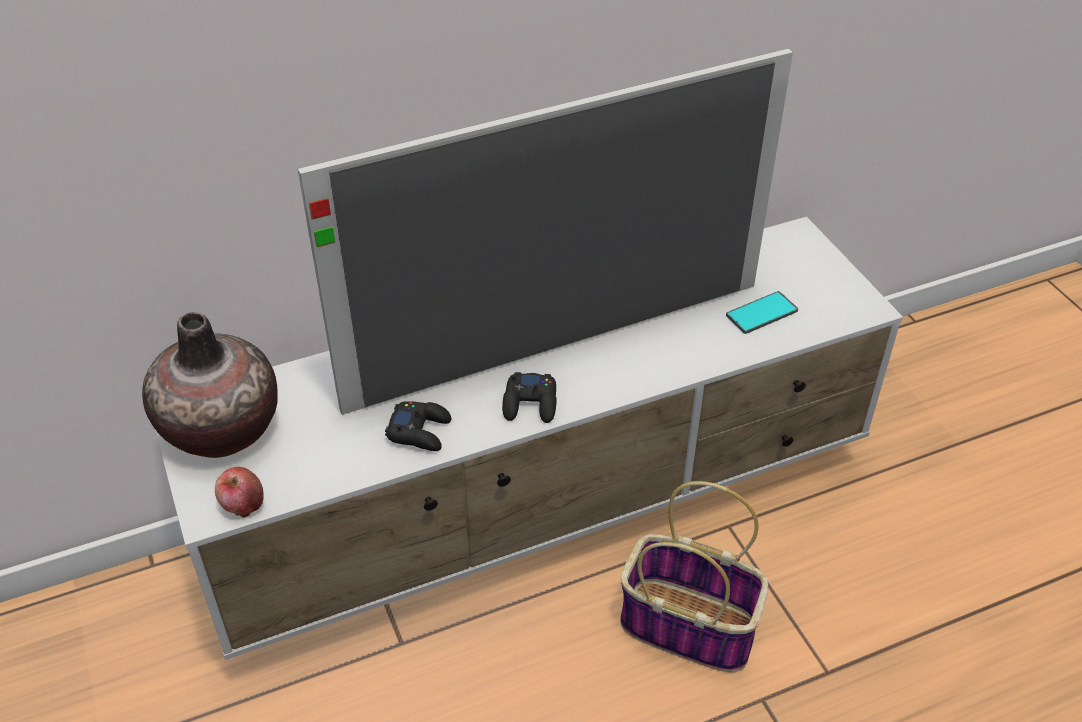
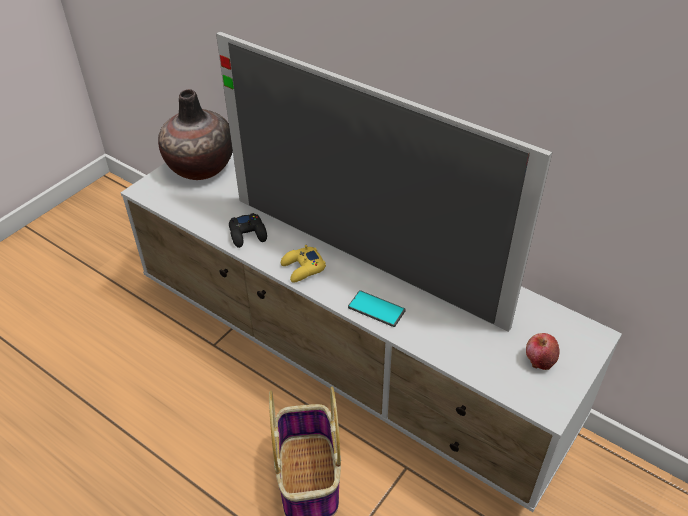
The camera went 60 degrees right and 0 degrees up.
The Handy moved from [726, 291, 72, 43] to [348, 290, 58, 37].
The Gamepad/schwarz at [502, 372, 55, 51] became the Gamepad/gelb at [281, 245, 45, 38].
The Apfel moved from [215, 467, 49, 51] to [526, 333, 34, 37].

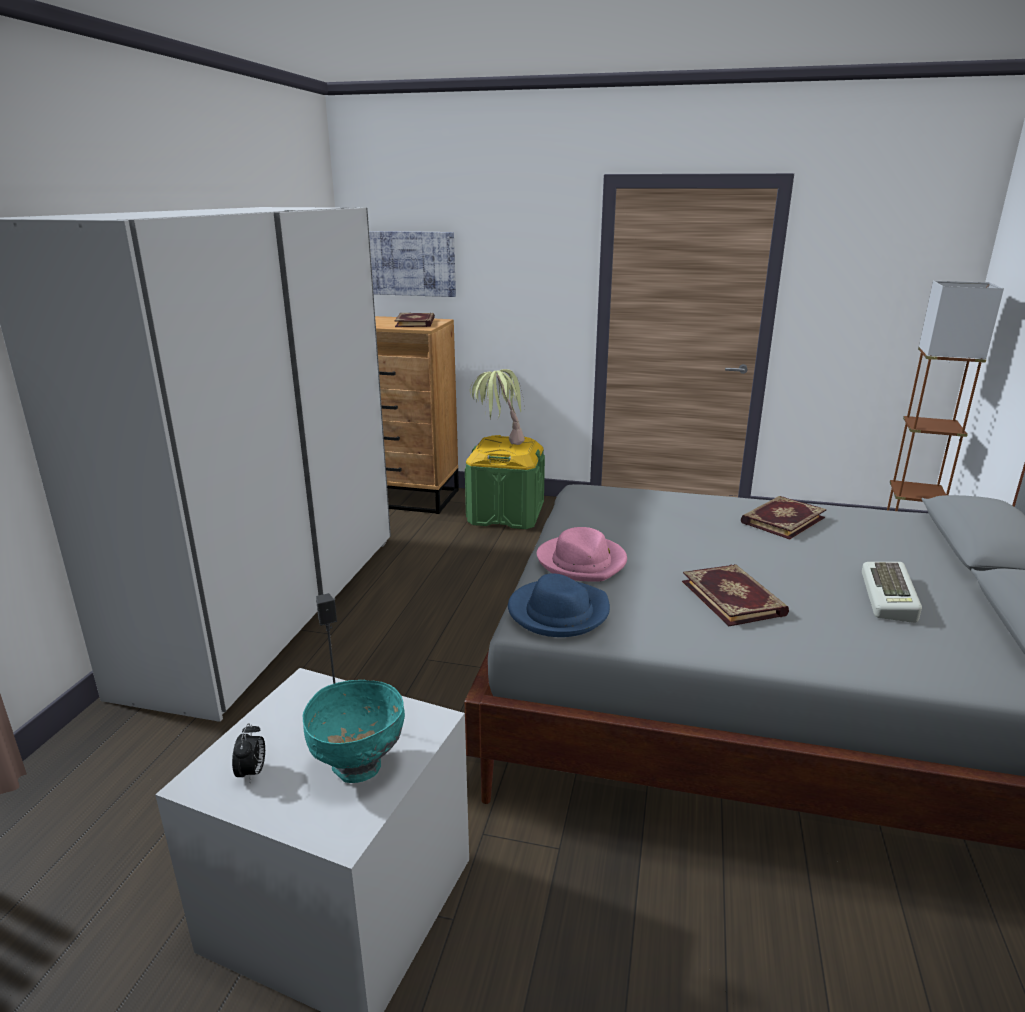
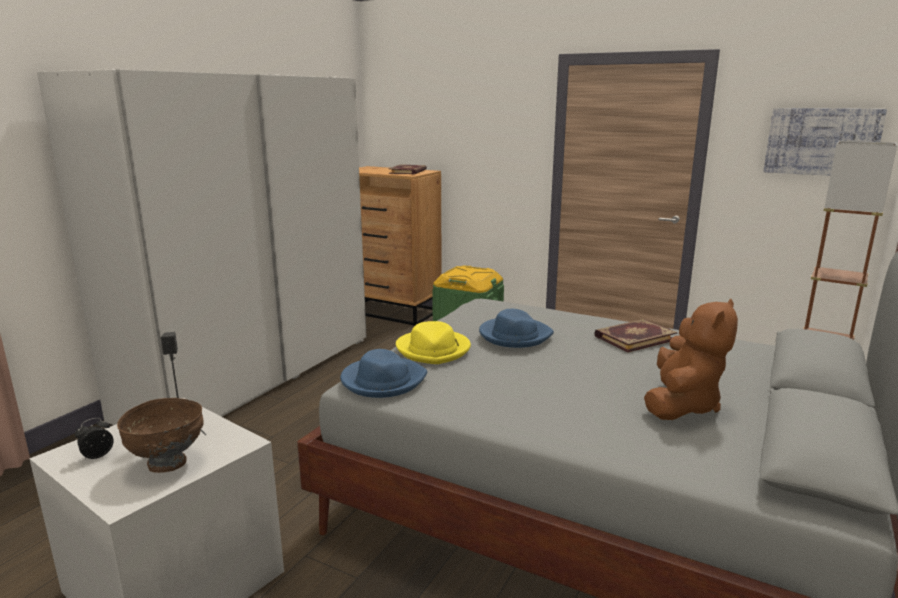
The camera went 15 degrees right and 5 degrees down.
The Bild moved from [369, 231, 87, 66] to [763, 108, 124, 68].
The Topfpflanze at [470, 369, 55, 76] disappeared.
The Hut/rosa at [537, 527, 90, 55] became the Hut/gelb at [396, 321, 75, 43].
The Tastatur at [862, 562, 60, 61] was replaced by the Plüschtier/braun at [644, 299, 94, 121].
The Buch at [682, 564, 107, 62] disappeared.
The Schüssel/türkis at [303, 680, 102, 103] became the Schüssel/braun at [117, 398, 87, 75].
The Wecker at [232, 723, 33, 60] turned 150 degrees counterclockwise.
The Hut/blau at [479, 309, 75, 39] appeared.

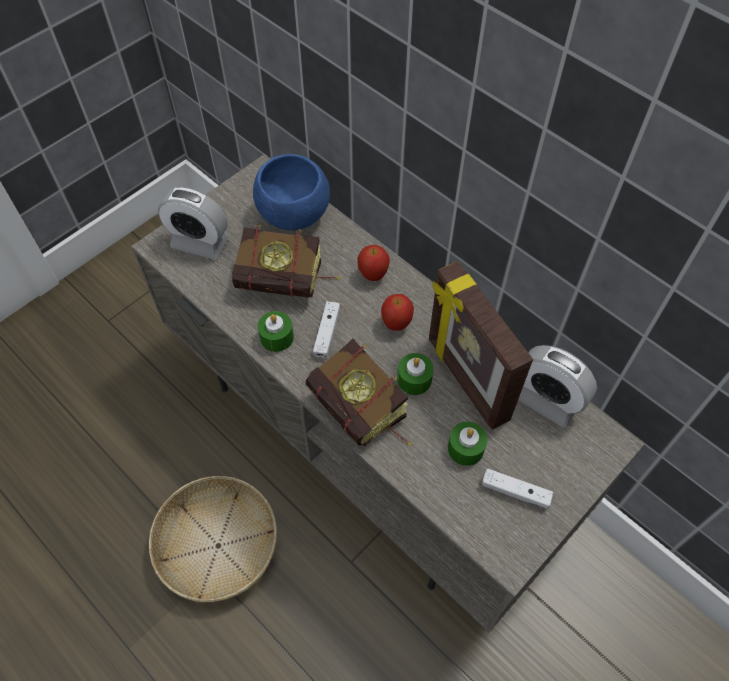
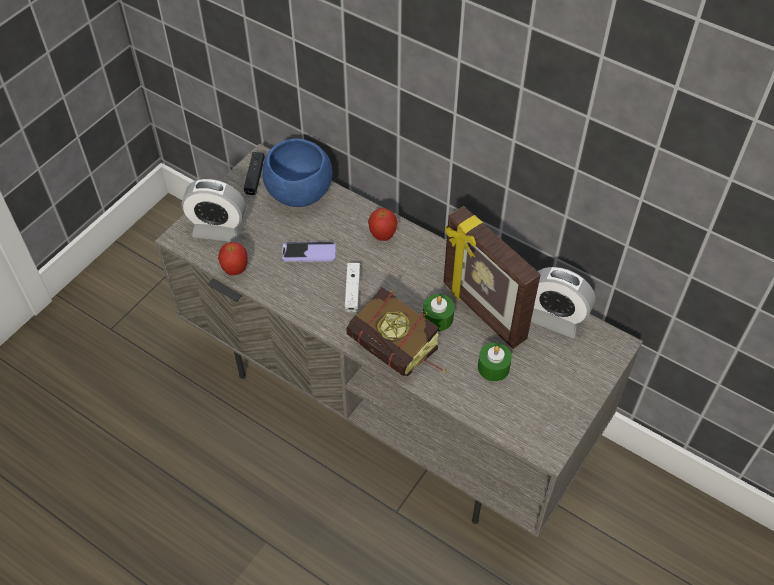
The camera went 10 degrees left and 5 degrees down.
The Buch at [232, 224, 108, 74] was replaced by the Handy at [282, 241, 54, 21].
The Apfel moved from [381, 294, 33, 37] to [218, 242, 30, 33].
The Kerze/grün at [258, 311, 36, 41] disappeared.
The Gamepad/weiß at [482, 468, 71, 41] disappeared.
The Korb at [149, 476, 128, 127] disappeared.
The Gamepad/schwarz at [244, 152, 21, 43] appeared.

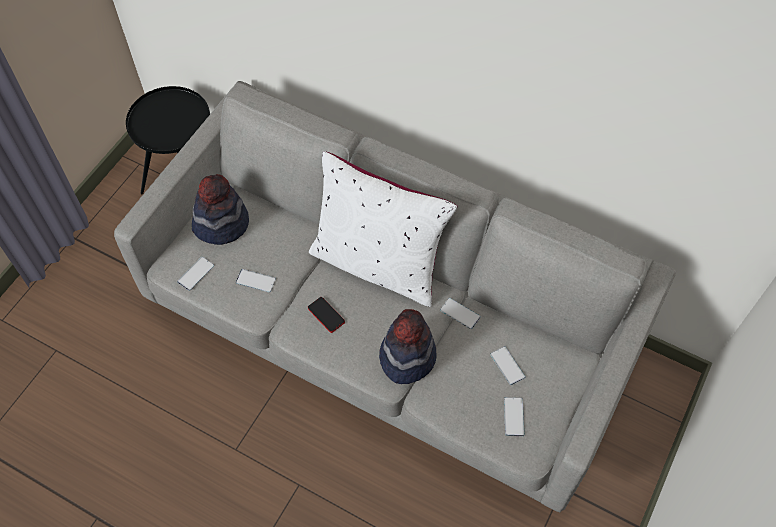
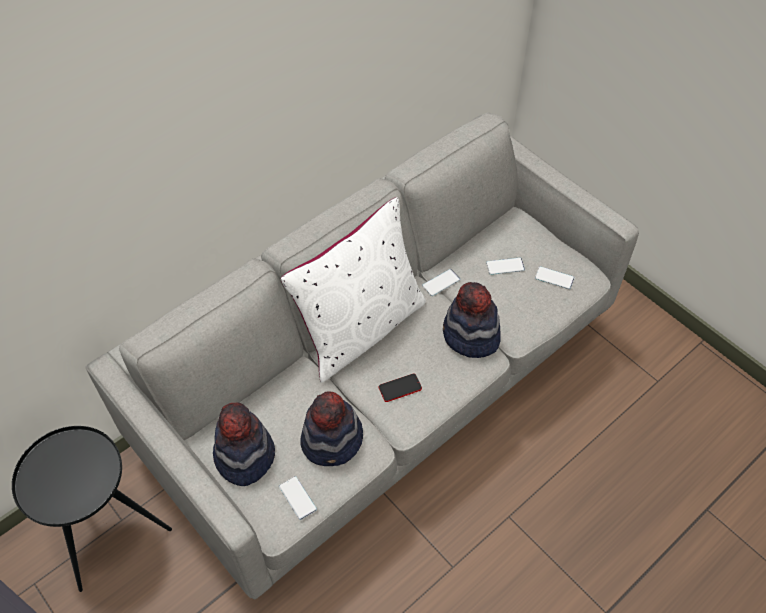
The camera went 70 degrees left and 5 degrees down.
The Handy at [236, 269, 40, 23] was replaced by the Hut at [300, 391, 63, 75].

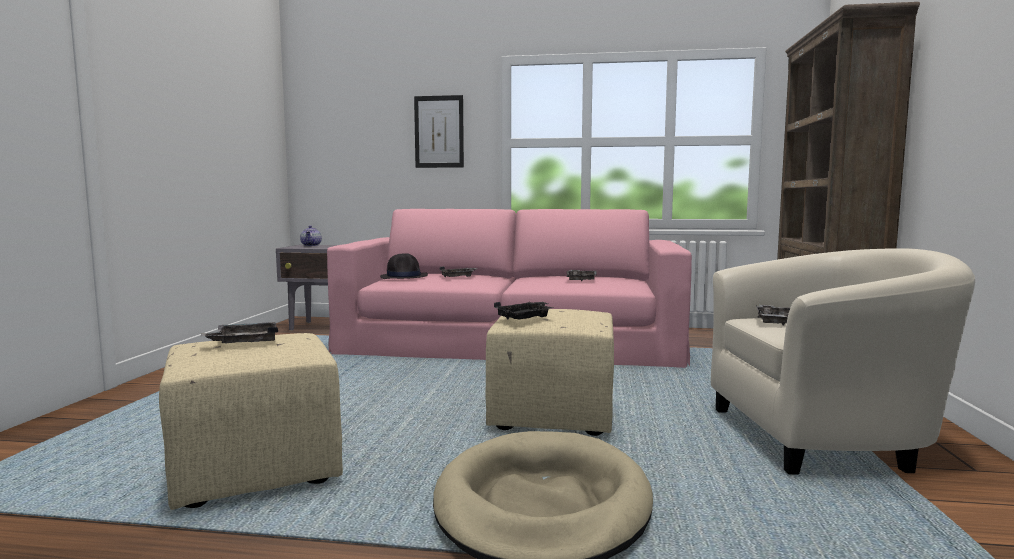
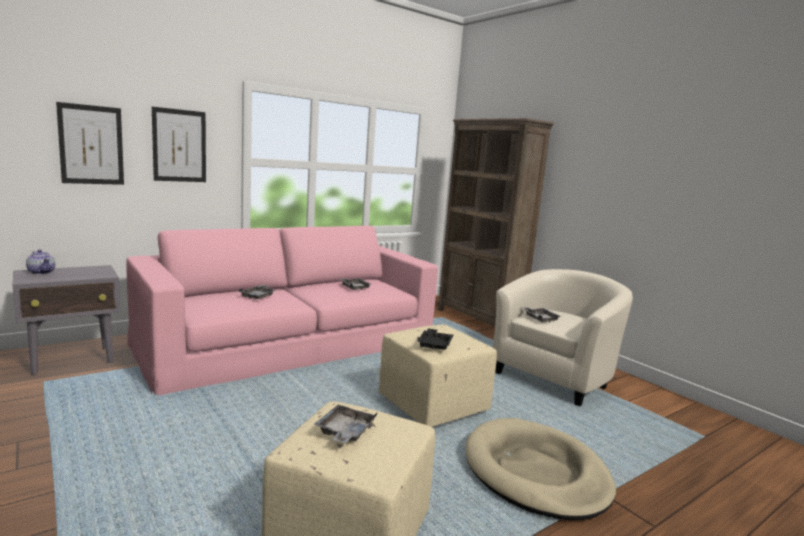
The camera went 45 degrees left and 5 degrees up.
The Hut/schwarz at [380, 253, 48, 26] disappeared.
The Bild at [56, 102, 68, 83] appeared.

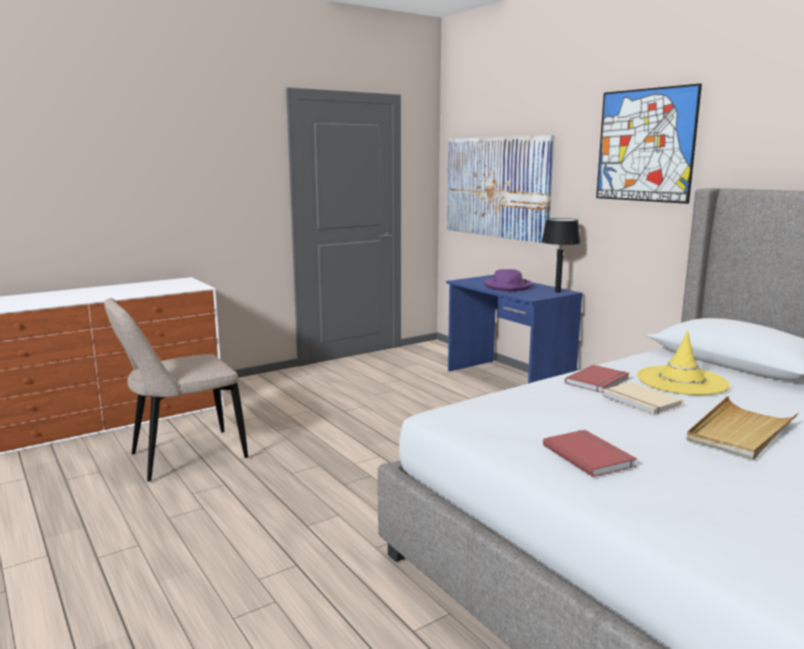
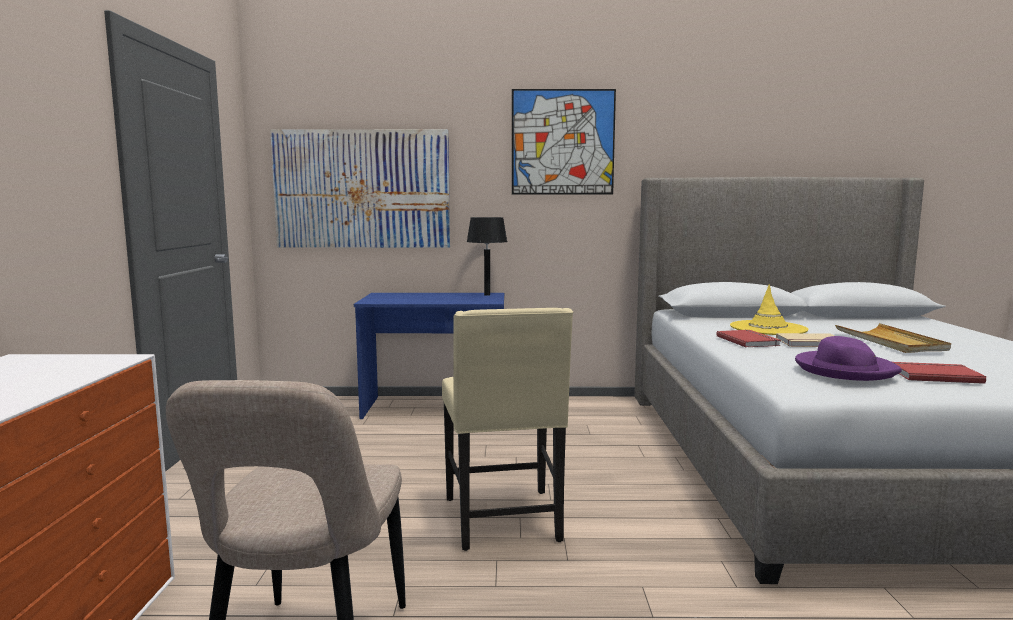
The camera went 55 degrees left and 5 degrees down.
The Hut/lila moved from [484, 269, 49, 22] to [795, 336, 107, 45].
The Stuhl/beige at [442, 308, 131, 243] appeared.

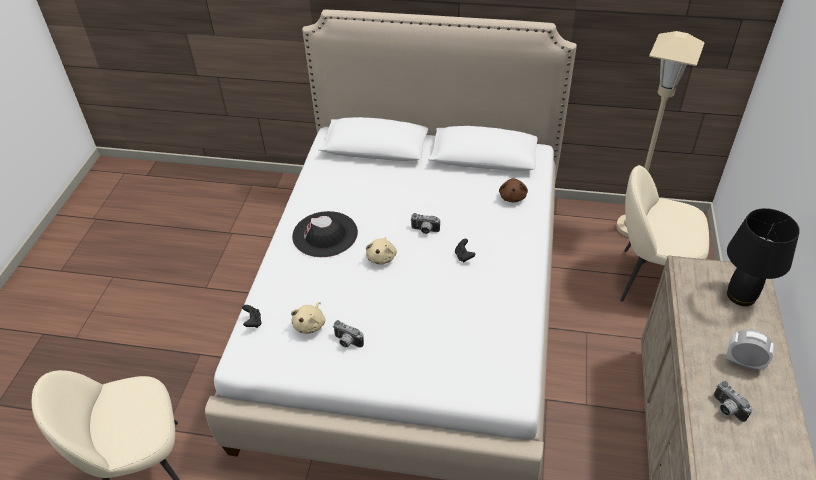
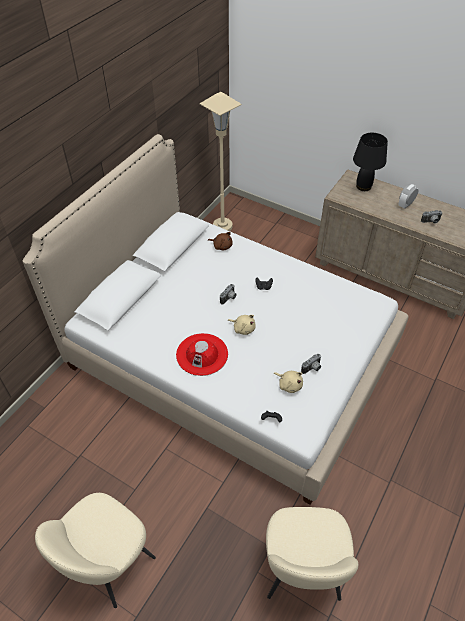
The camera went 70 degrees left and 5 degrees up.
The Stuhl/beige moved from [620, 165, 89, 137] to [35, 493, 121, 115].
The Hut/schwarz at [292, 211, 66, 46] became the Hut/rot at [176, 333, 52, 43].

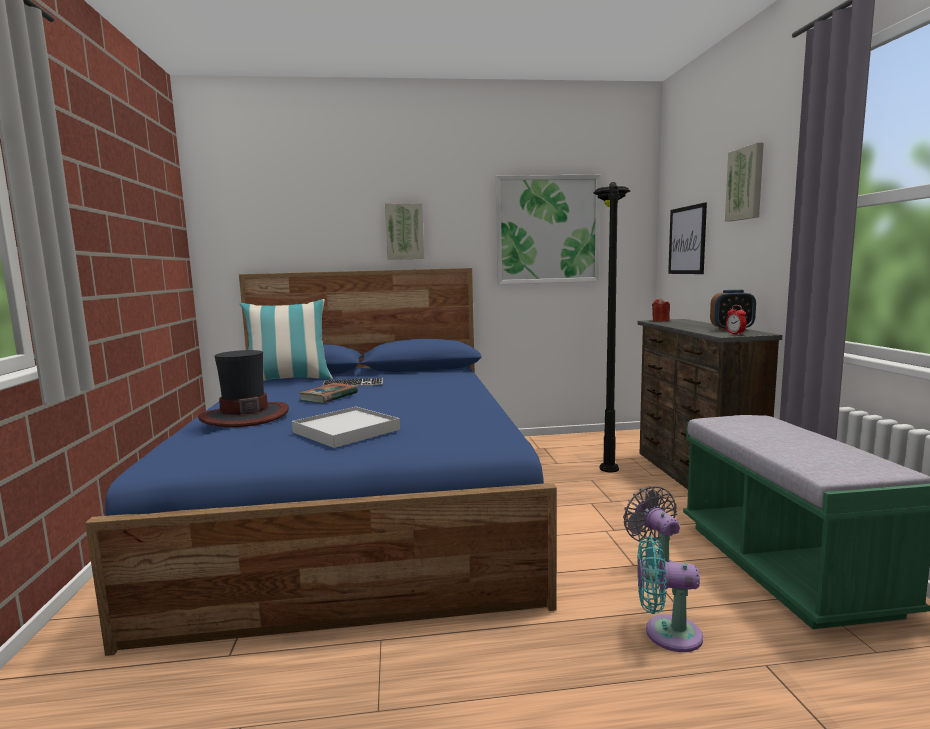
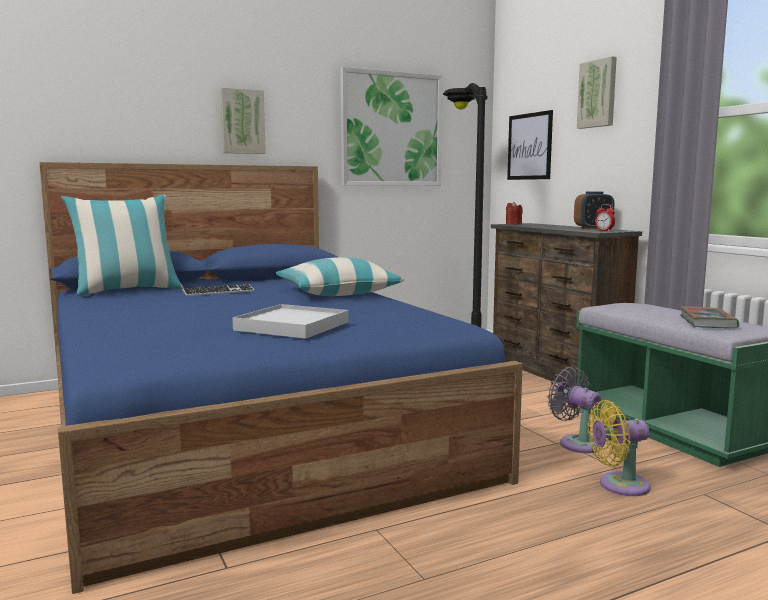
The camera went 20 degrees left and 0 degrees up.
The Hut at [198, 350, 91, 77] disappeared.
The Buch moved from [299, 383, 59, 20] to [680, 306, 59, 22].
The Ventilator/türkis at [637, 536, 66, 116] became the Ventilator/gelb at [588, 400, 63, 96].
The Kissen at [276, 257, 128, 39] appeared.

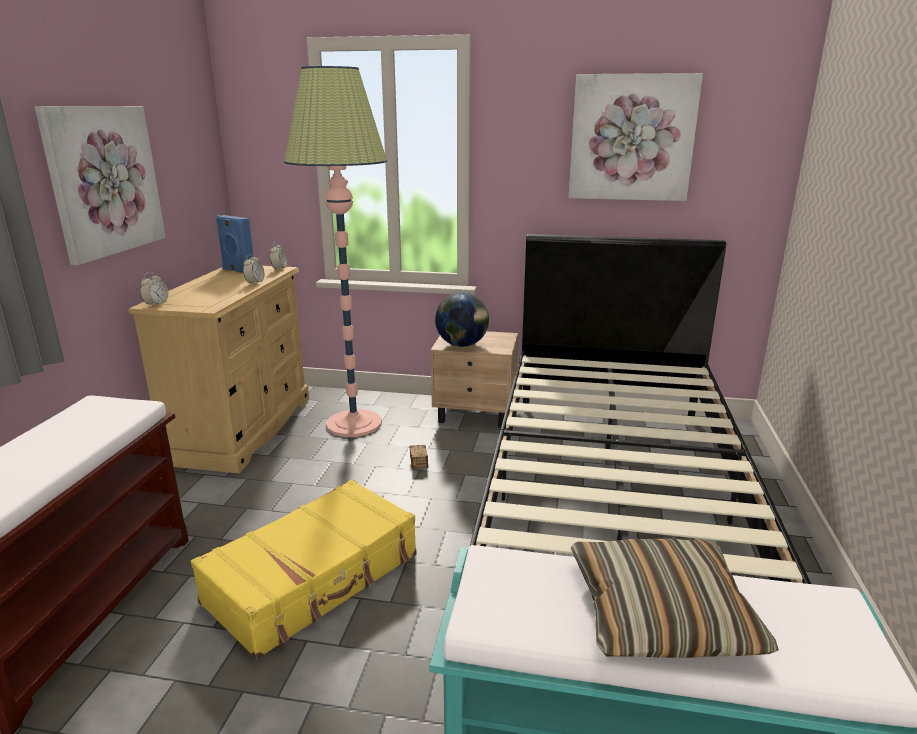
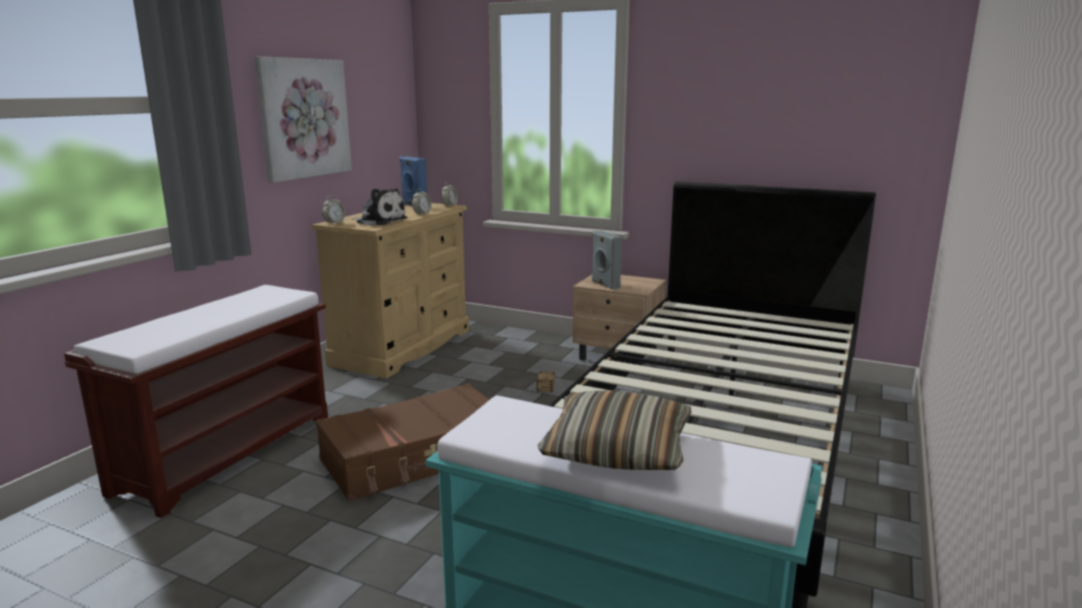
The camera went 15 degrees right and 5 degrees down.
The Stehlampe at [284, 66, 103, 371] disappeared.
The Bild at [569, 73, 134, 128] disappeared.
The Globus at [435, 292, 54, 55] was replaced by the Lautsprecher/grau at [592, 231, 30, 59].
The Koffer/gelb at [191, 479, 226, 180] became the Koffer/braun at [316, 383, 173, 119].
The Plüschtier at [352, 188, 56, 38] appeared.

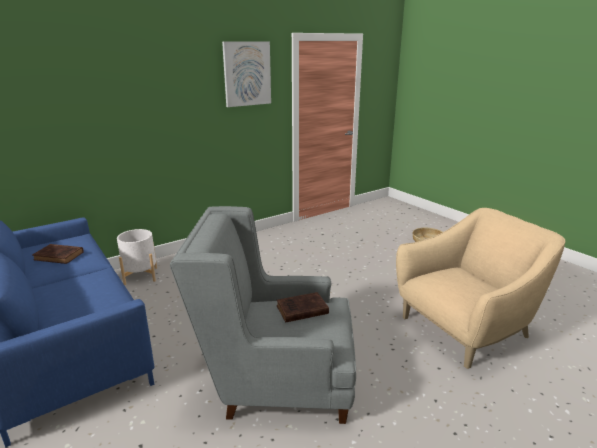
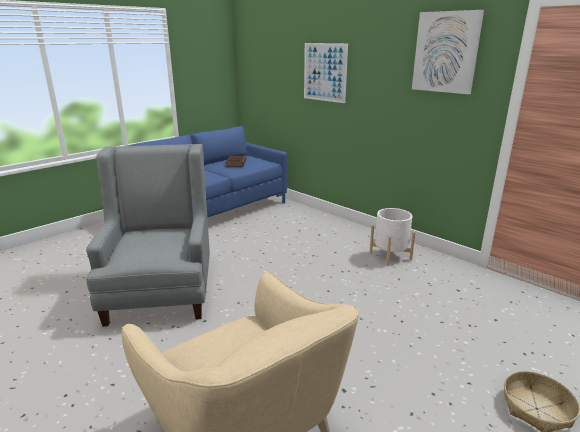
The camera went 80 degrees right and 0 degrees up.
The Pflanzkübel/weiß moved from [117, 229, 40, 56] to [369, 208, 47, 58].
The Buch/braun at [277, 292, 52, 30] disappeared.
The Bild at [304, 43, 44, 60] appeared.

